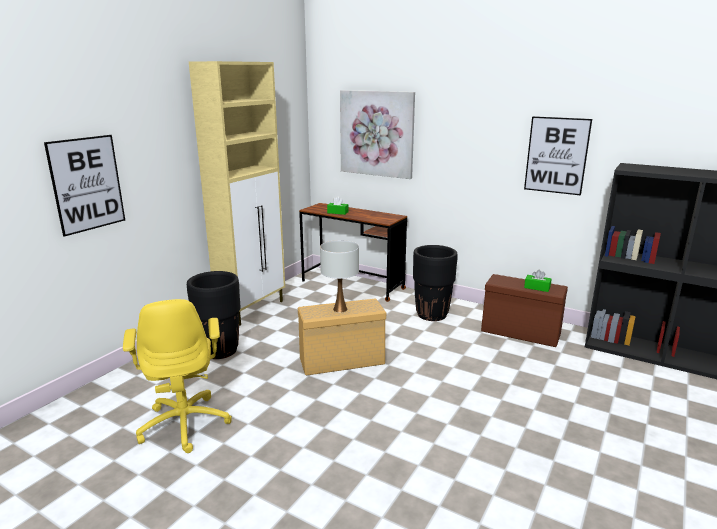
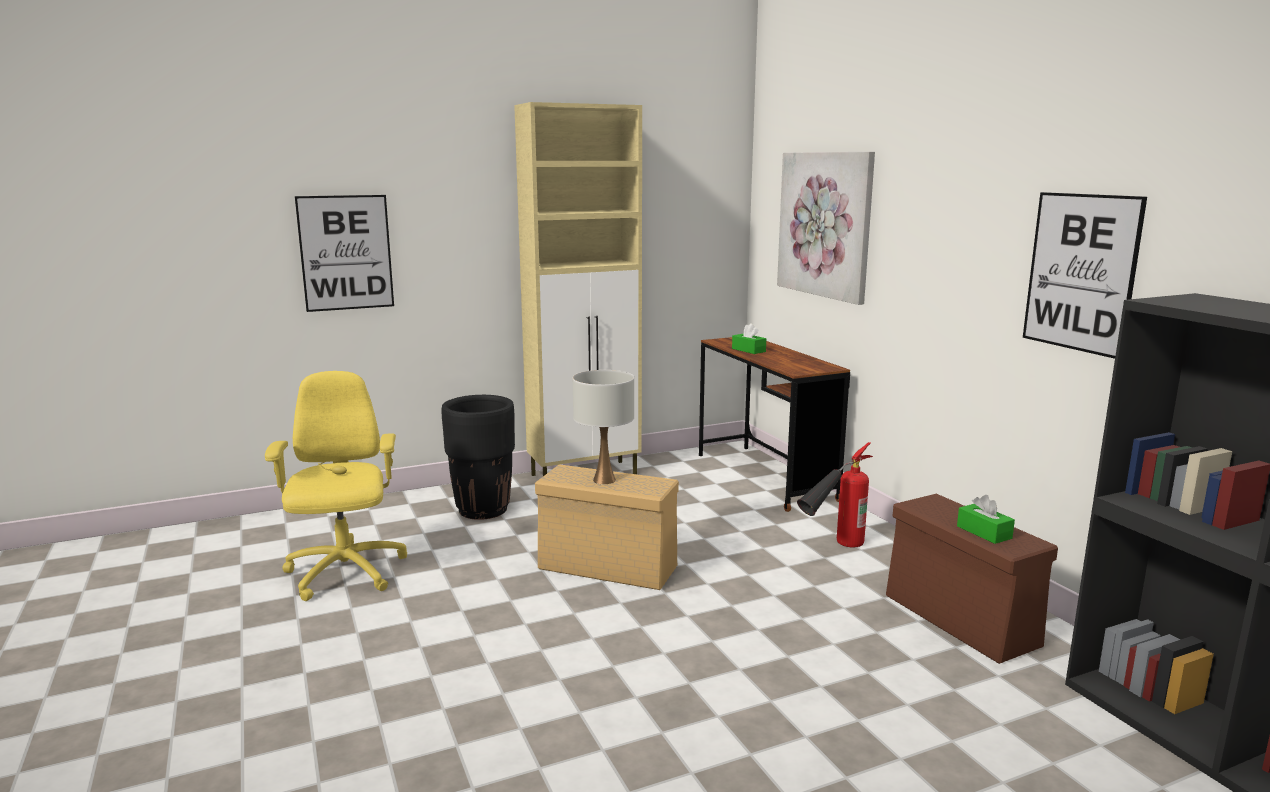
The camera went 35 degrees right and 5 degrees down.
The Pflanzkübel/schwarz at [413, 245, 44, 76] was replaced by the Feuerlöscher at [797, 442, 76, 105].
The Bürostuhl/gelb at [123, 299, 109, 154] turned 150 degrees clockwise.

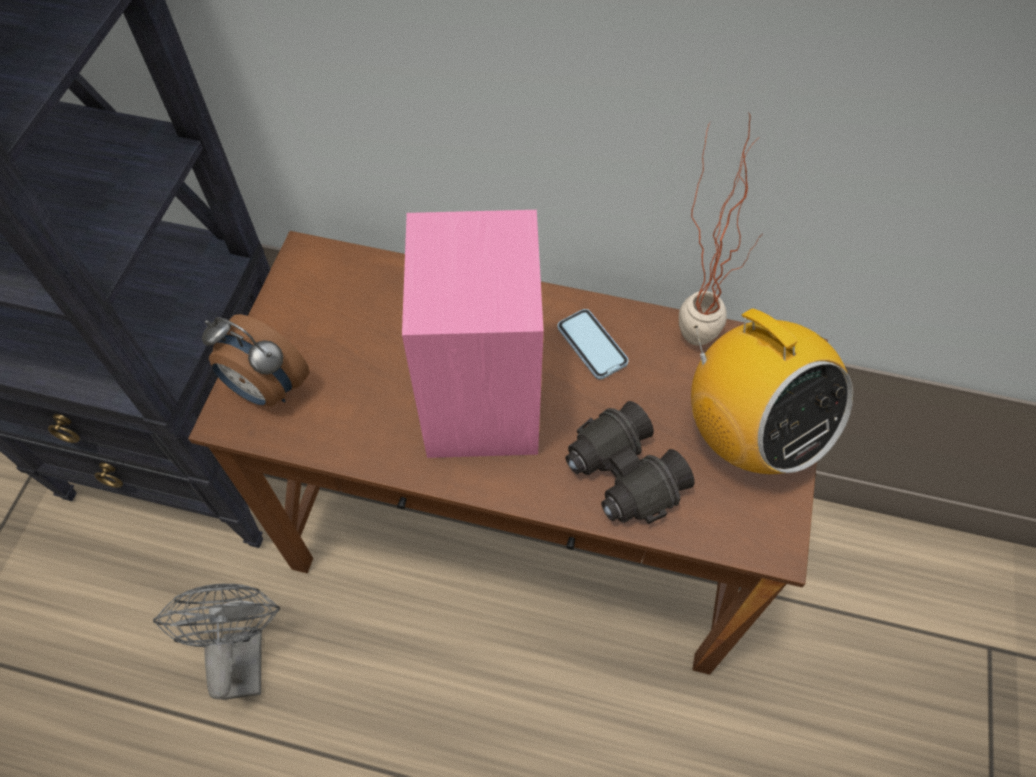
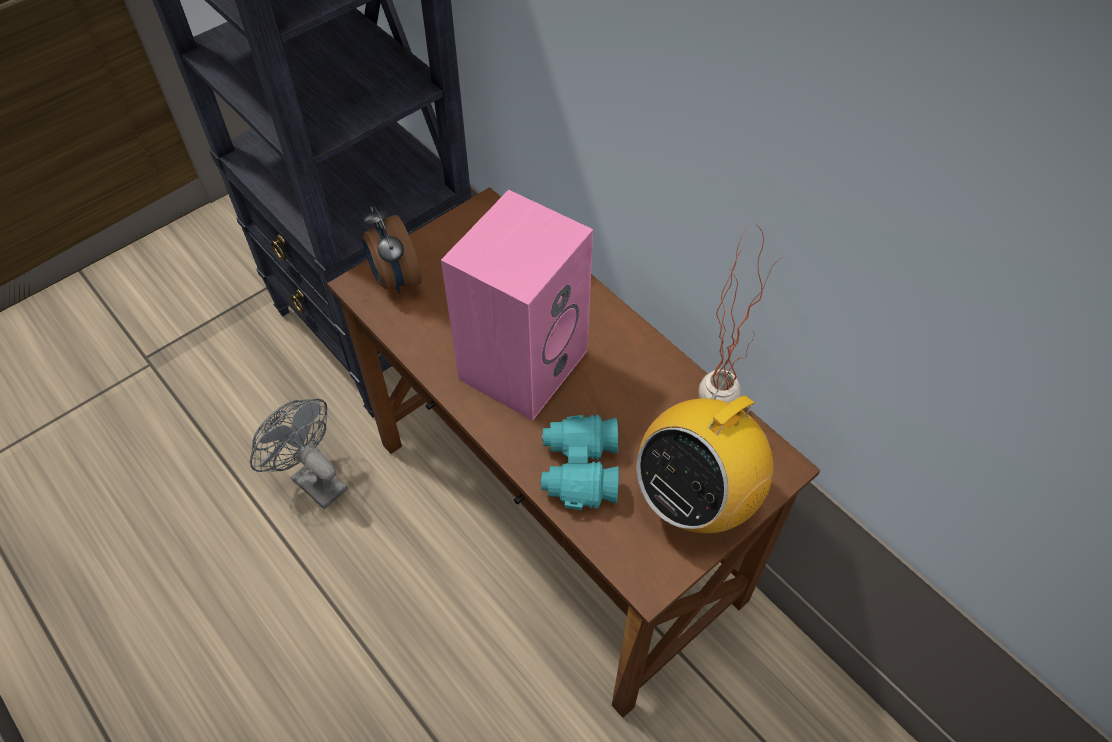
The camera went 35 degrees right and 5 degrees down.
The Radio at [691, 308, 162, 166] turned 45 degrees clockwise.
The Handy at [557, 309, 72, 71] disappeared.
The Fernglas/schwarz at [565, 401, 130, 123] became the Fernglas/türkis at [540, 415, 79, 95].
The Ventilator/grau at [153, 584, 127, 116] turned 75 degrees counterclockwise.

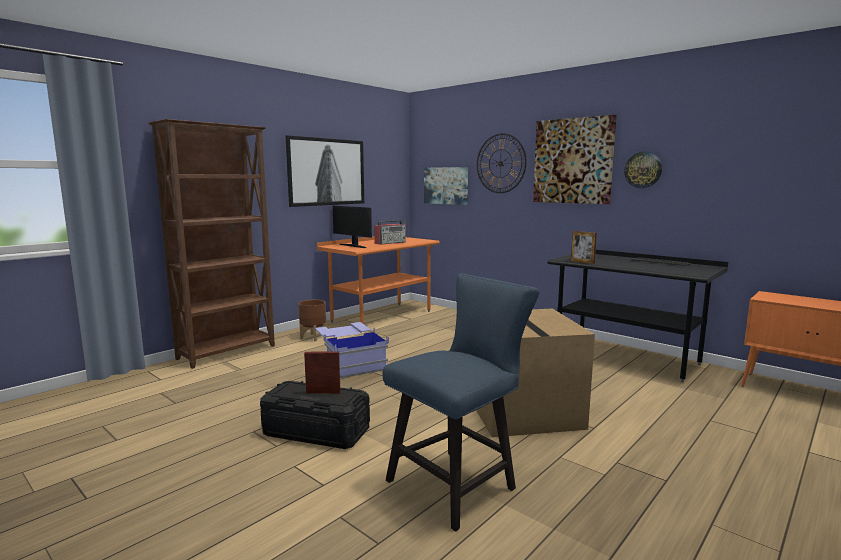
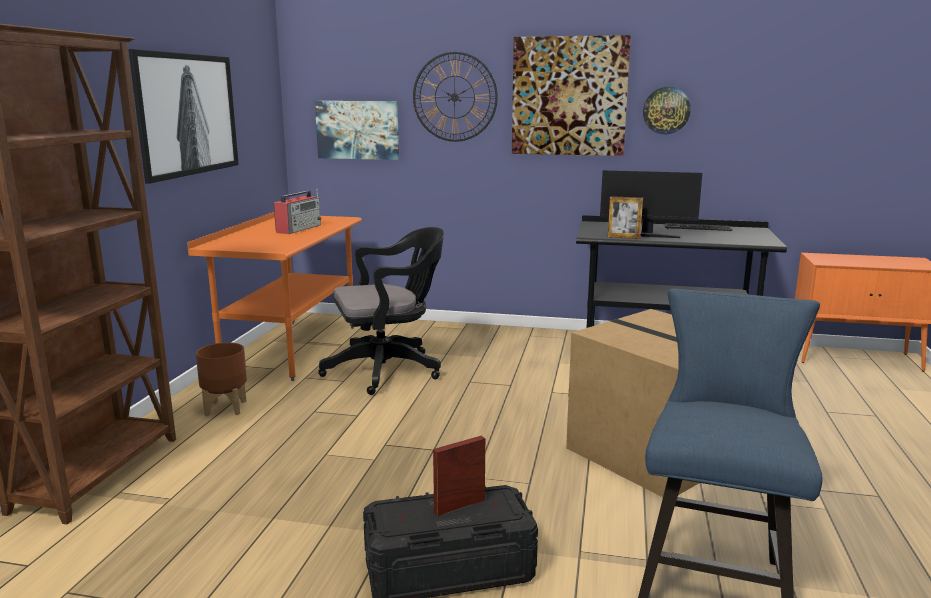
The camera went 30 degrees left and 5 degrees up.
The Monitor moved from [333, 206, 39, 42] to [600, 170, 102, 68].
The Aufbewahrungsbox/blau at [315, 322, 74, 56] disappeared.
The Bürostuhl/schwarz at [318, 227, 126, 168] appeared.

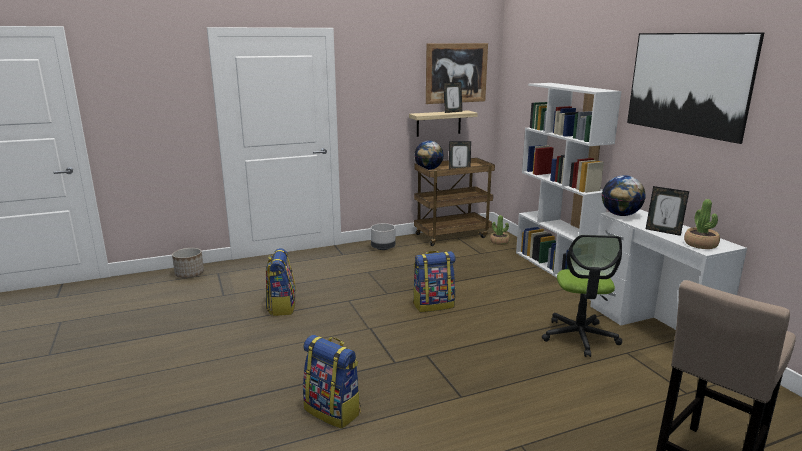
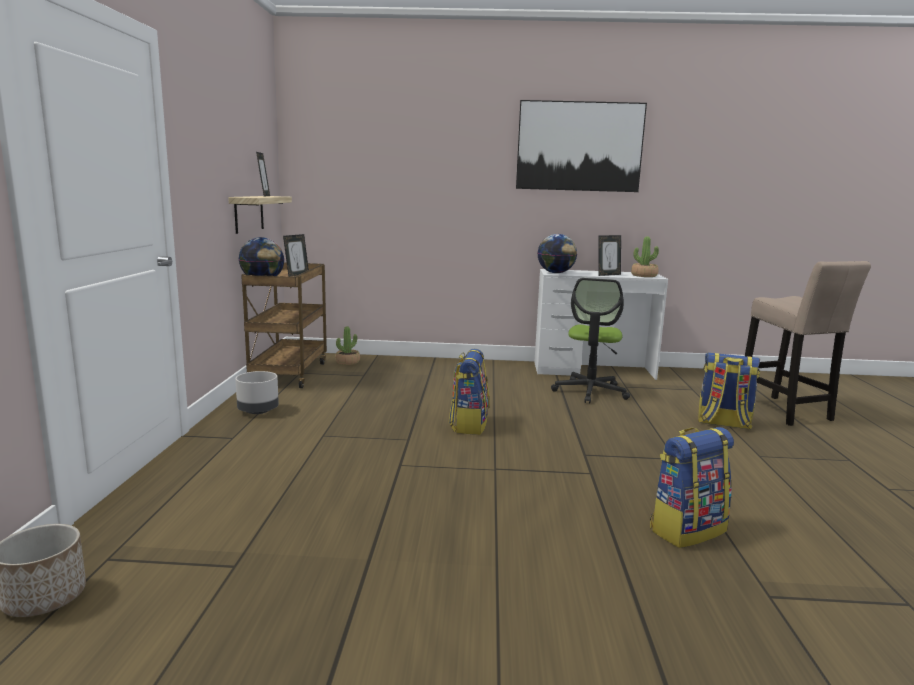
The camera went 65 degrees left and 5 degrees down.
The Bild at [426, 43, 62, 61] disappeared.
The Bücherregal/weiß at [516, 83, 106, 195] disappeared.
The Bürostuhl at [542, 235, 80, 122] turned 75 degrees clockwise.
The Rucksack moved from [266, 248, 30, 68] to [698, 353, 62, 76].

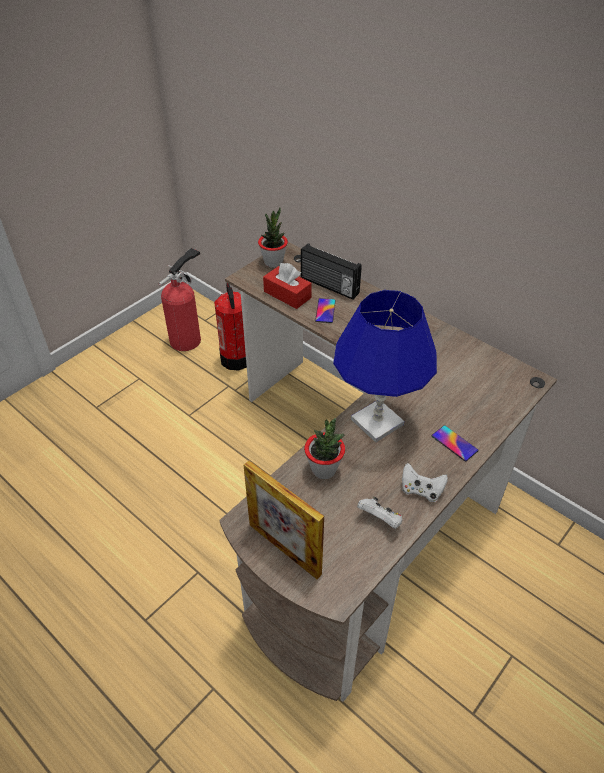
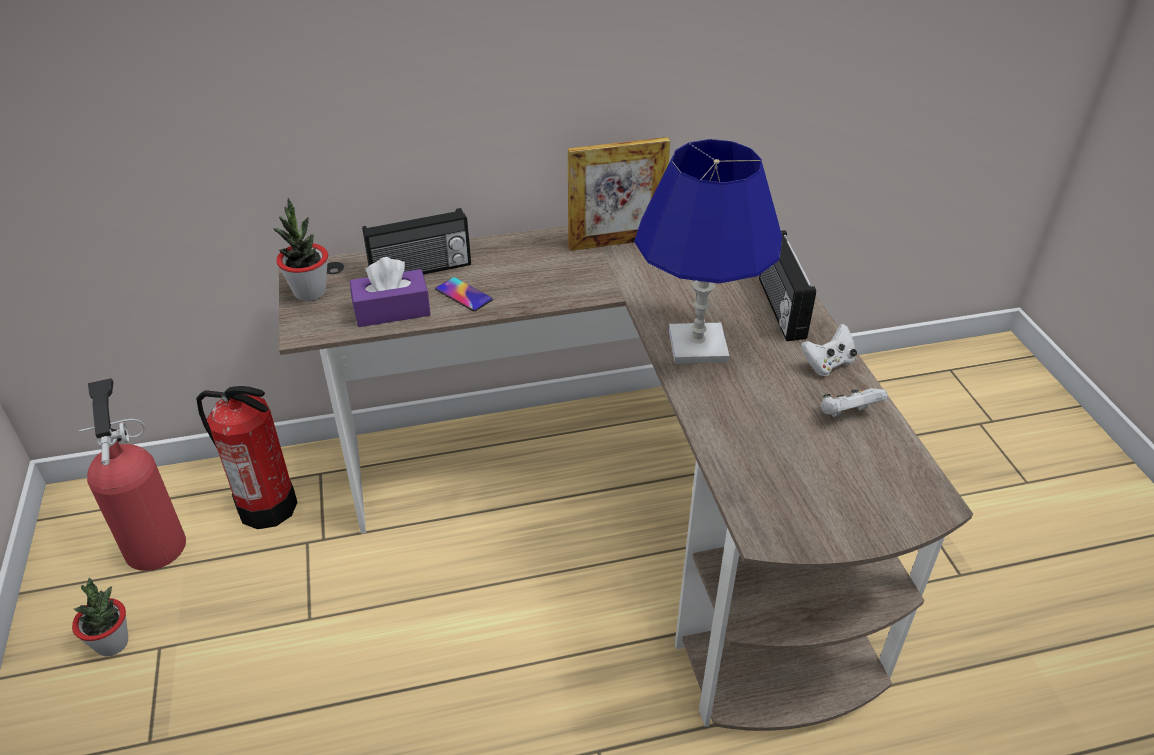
The camera went 55 degrees left and 5 degrees down.
The Taschentuchbox/rot at [263, 263, 49, 46] became the Taschentuchbox/lila at [350, 257, 81, 70].
The Topfpflanze moved from [304, 418, 41, 61] to [72, 578, 56, 78].
The Handy at [432, 425, 47, 36] was replaced by the Radio at [759, 230, 57, 111].
The Bilderrahmen moved from [243, 460, 81, 119] to [568, 137, 102, 114].

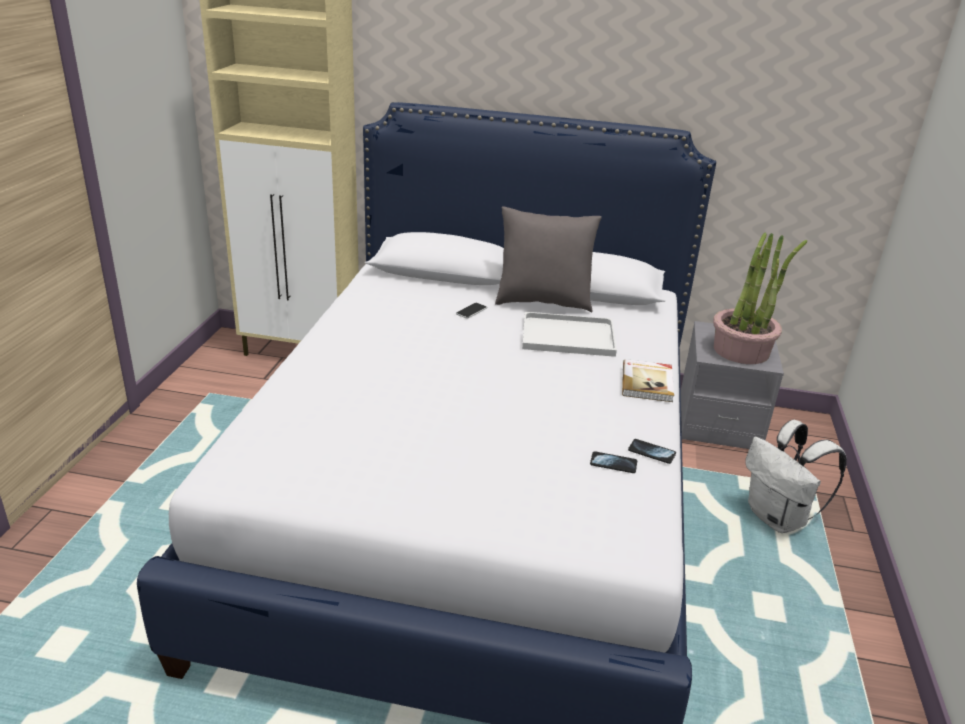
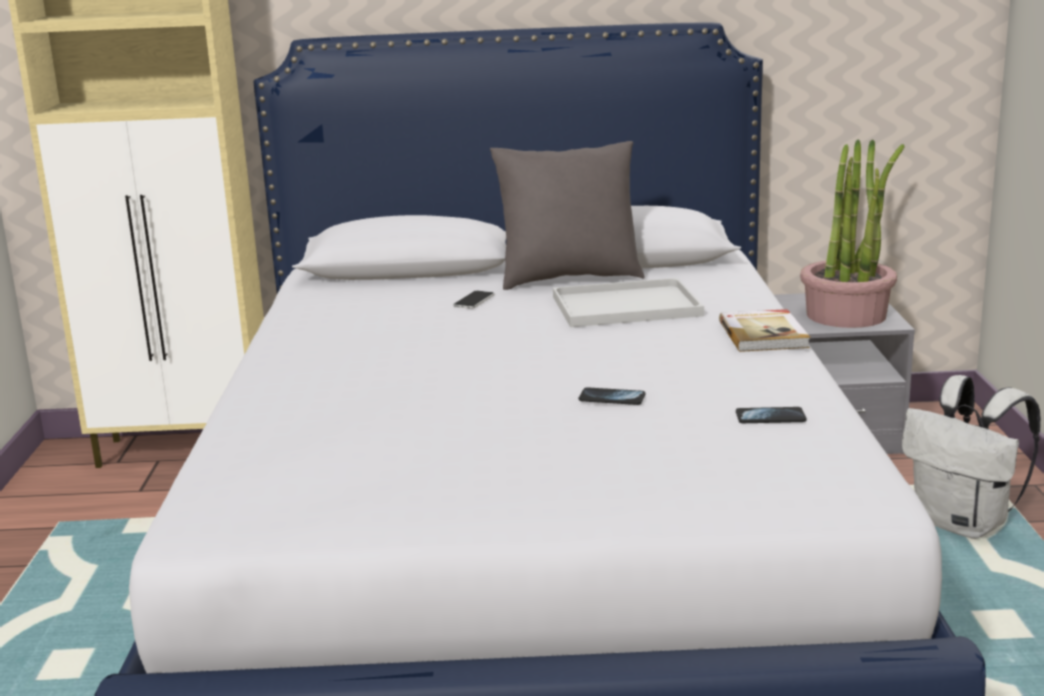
The camera went 10 degrees left and 10 degrees down.
The Handy moved from [628, 439, 48, 25] to [579, 387, 66, 18].

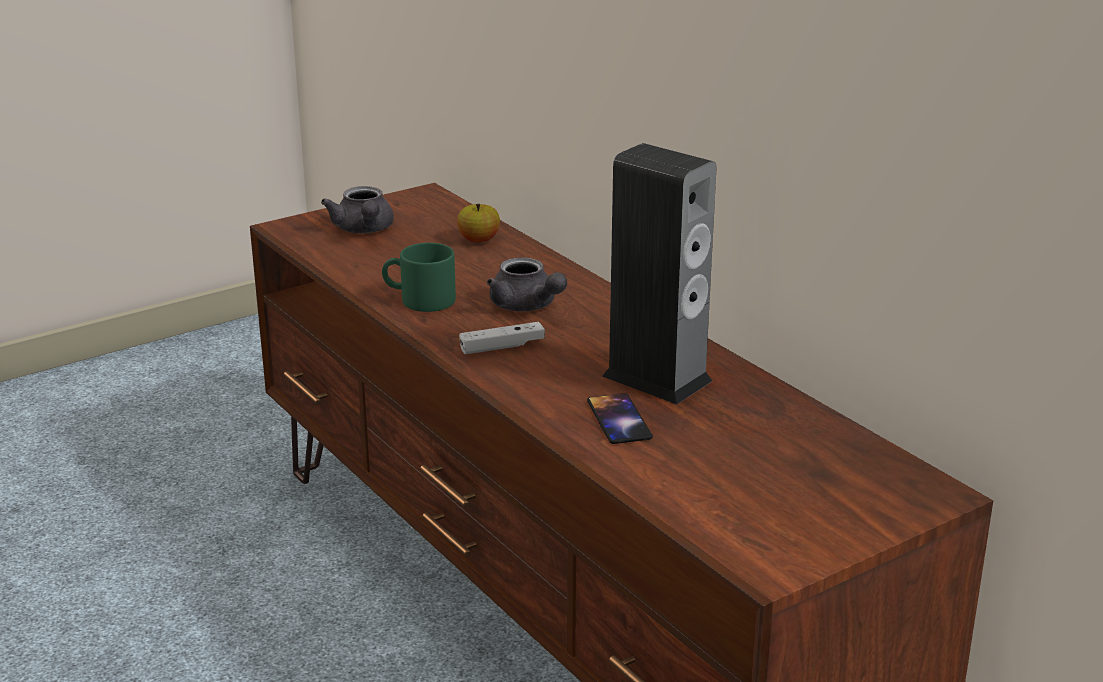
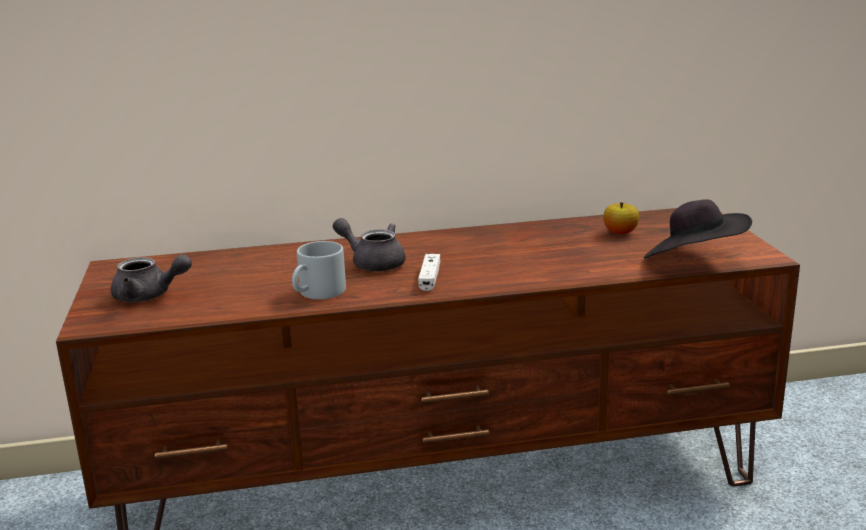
The camera went 65 degrees left and 5 degrees down.
The Lautsprecher at [602, 143, 114, 261] disappeared.
The Apfel moved from [457, 204, 43, 38] to [603, 202, 36, 32].
The Henkelbecher/grün at [382, 243, 74, 69] became the Henkelbecher/grau at [292, 241, 54, 58].
The Teekanne/grau at [487, 257, 80, 55] turned 135 degrees counterclockwise.
The Handy at [587, 393, 66, 51] disappeared.
The Hut/schwarz at [644, 199, 108, 59] appeared.

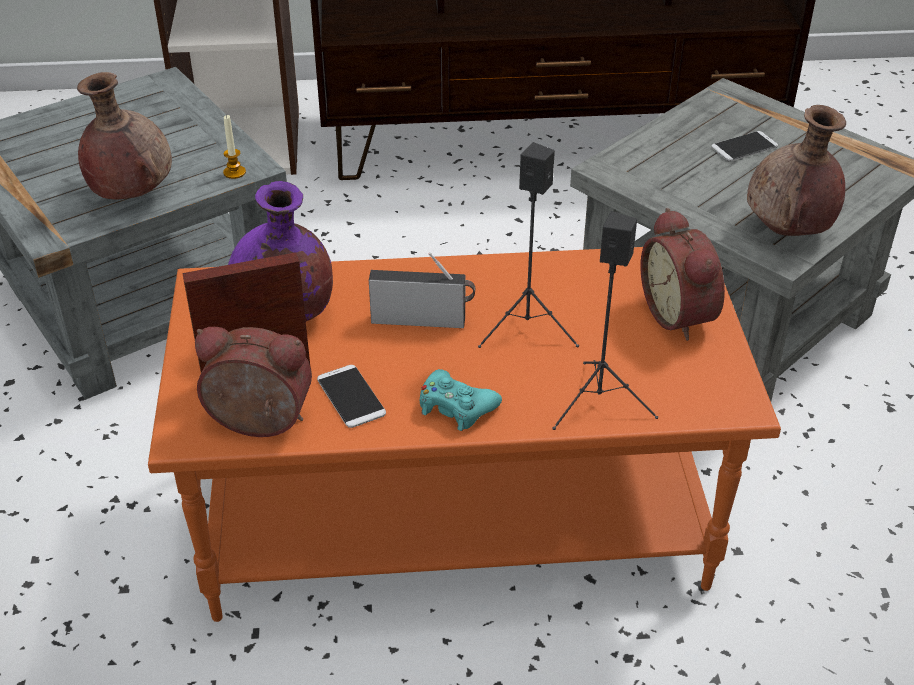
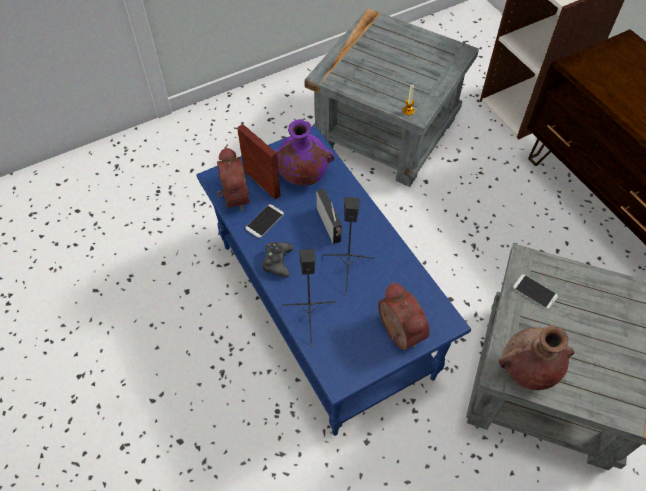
The camera went 65 degrees right and 15 degrees up.
The Vase/braun at [77, 72, 95, 128] disappeared.
The Handy moved from [711, 131, 67, 30] to [513, 274, 45, 35].
The Wecker at [640, 208, 85, 133] turned 105 degrees clockwise.
The Couchtisch/orange at [148, 247, 633, 375] became the Couchtisch/blau at [196, 126, 275, 310].
The Gamepad/türkis at [420, 369, 82, 62] became the Gamepad/schwarz at [262, 242, 32, 35].

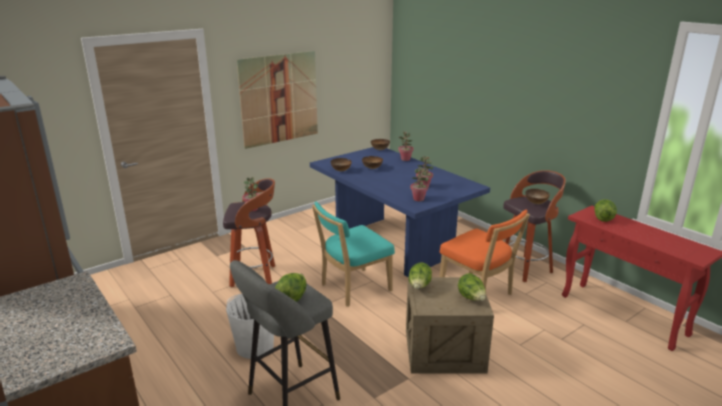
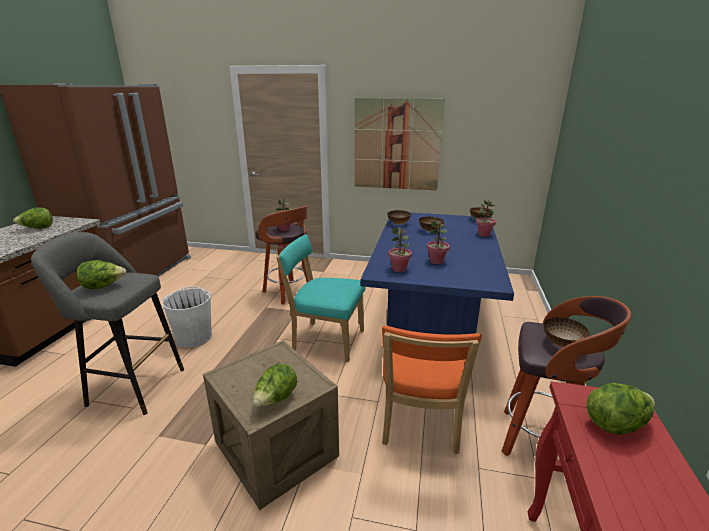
The camera went 50 degrees right and 0 degrees up.
The Salatkopf moved from [408, 262, 24, 27] to [13, 207, 40, 22].

